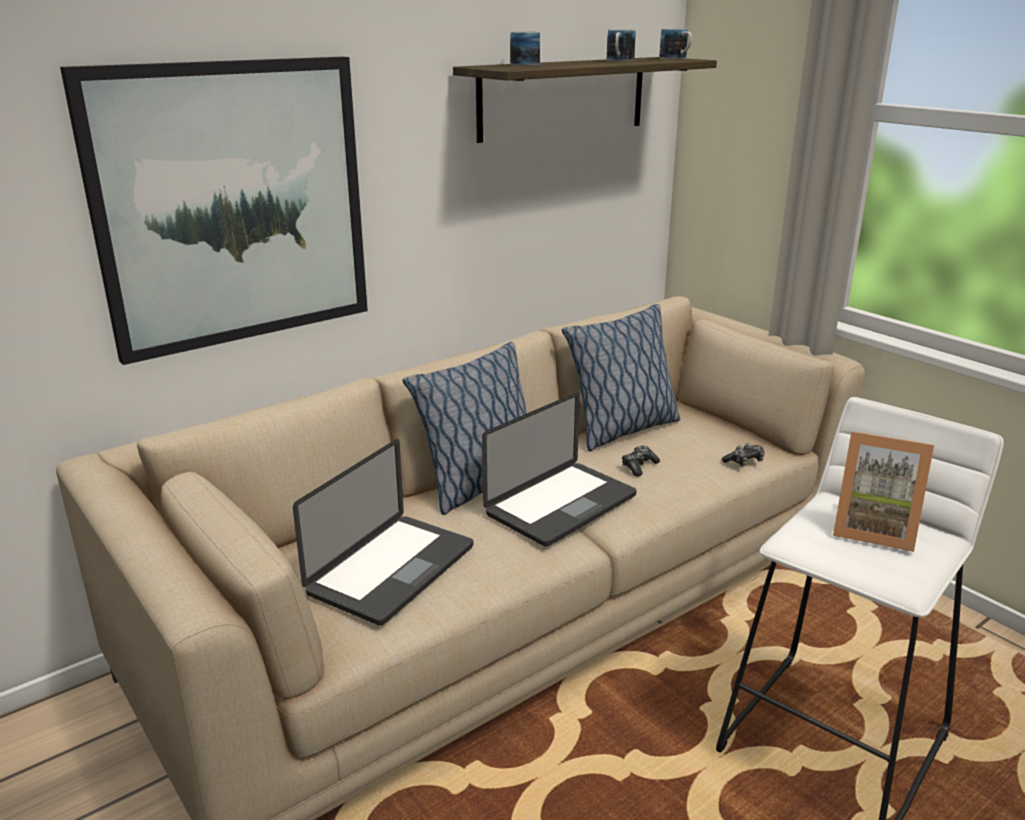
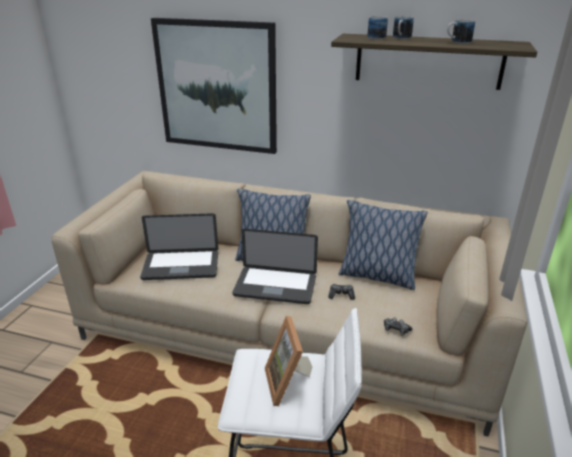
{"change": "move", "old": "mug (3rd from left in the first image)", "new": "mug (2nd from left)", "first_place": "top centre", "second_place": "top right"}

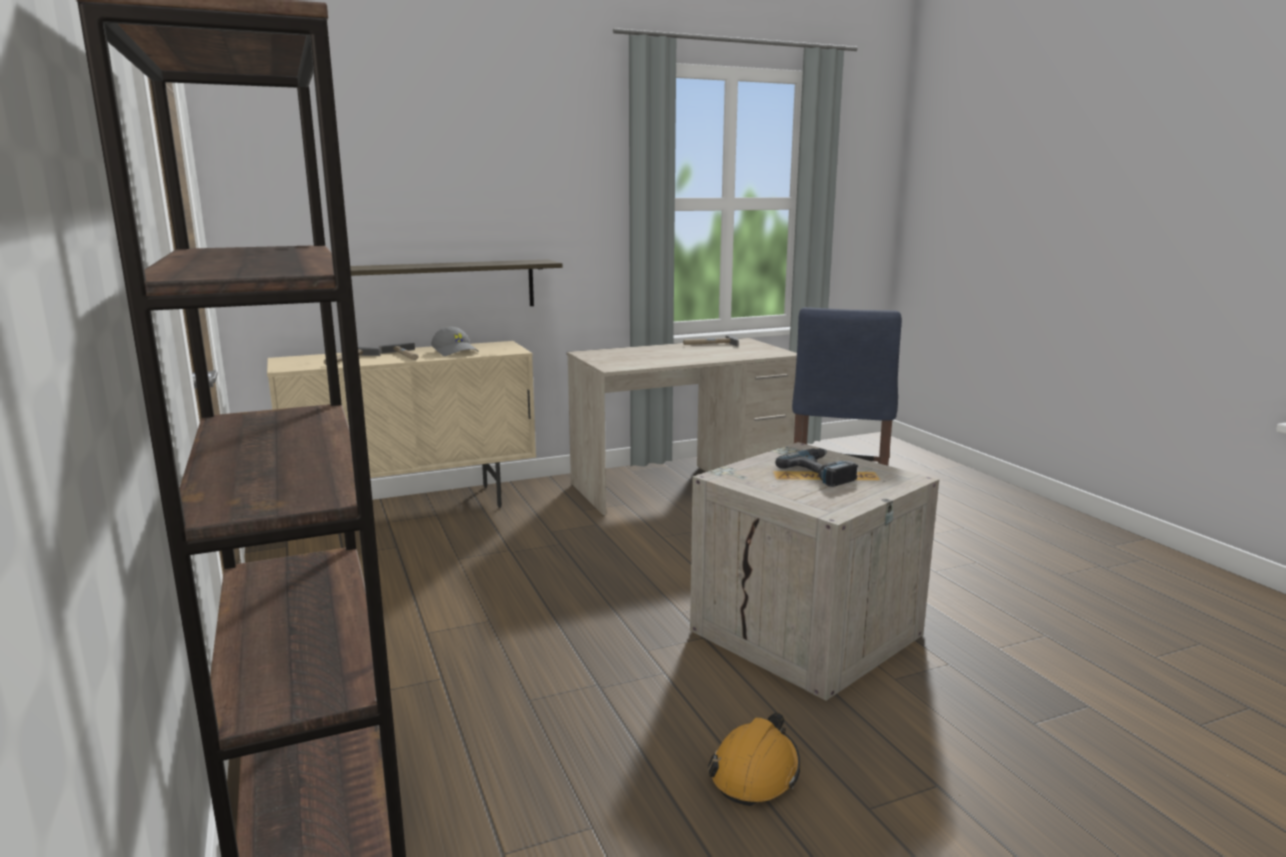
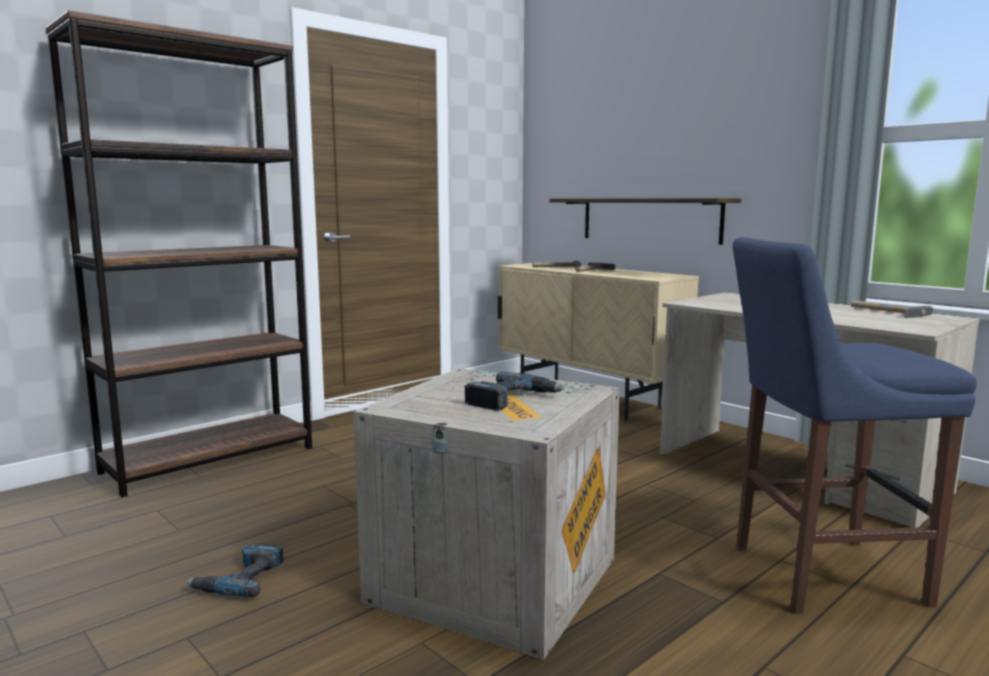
{"change": "delete", "old": "cap/grey", "first_place": "centre"}
{"change": "replace", "old": "hard hat/orange", "new": "power drill (1st from left)", "first_place": "bottom centre", "second_place": "bottom left"}

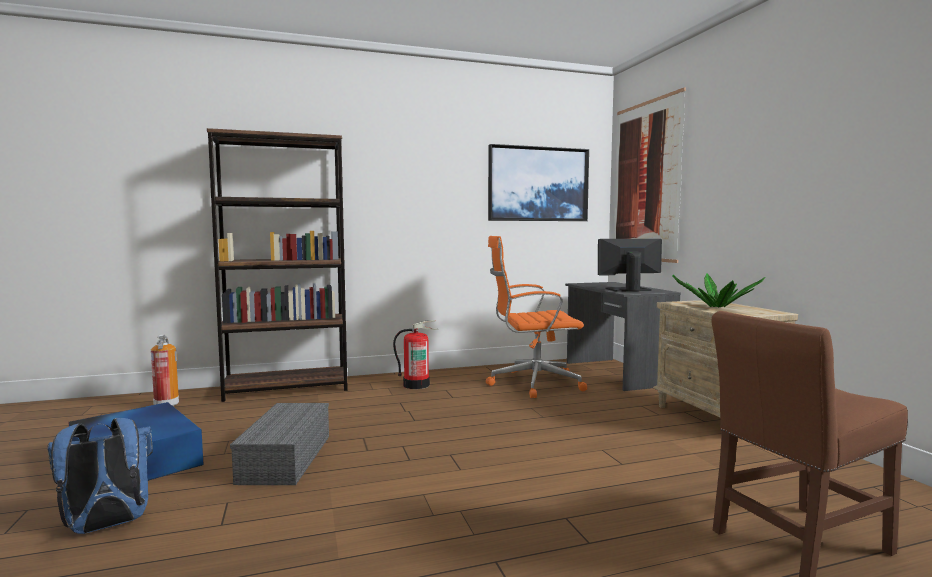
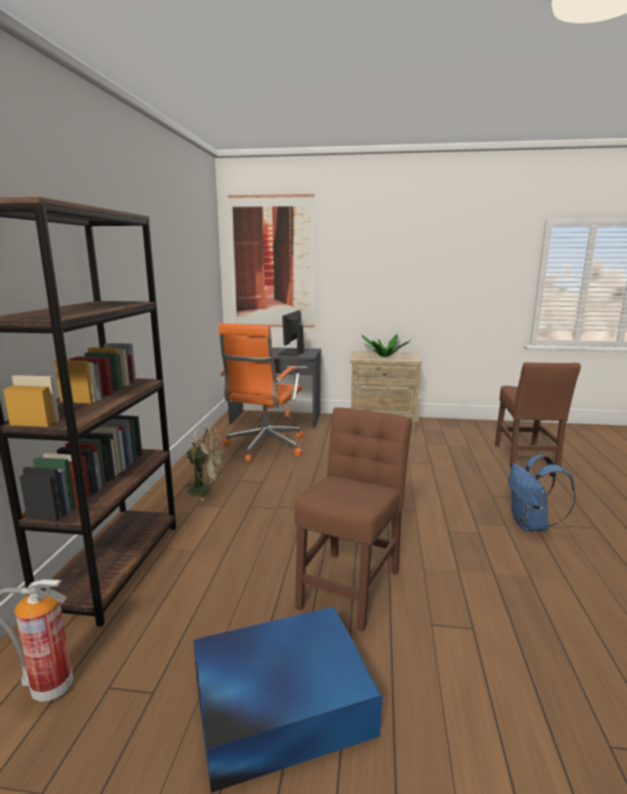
{"change": "move", "old": "backpack/blue", "first_place": "bottom left", "second_place": "middle right"}
{"change": "replace", "old": "storage box/grey", "new": "chair/brown (1st from left)", "first_place": "bottom left", "second_place": "centre"}
{"change": "replace", "old": "fire extinguisher (2nd from left)", "new": "fan/green", "first_place": "centre", "second_place": "middle left"}
{"change": "delete", "old": "picture (1st from left)", "first_place": "top centre"}

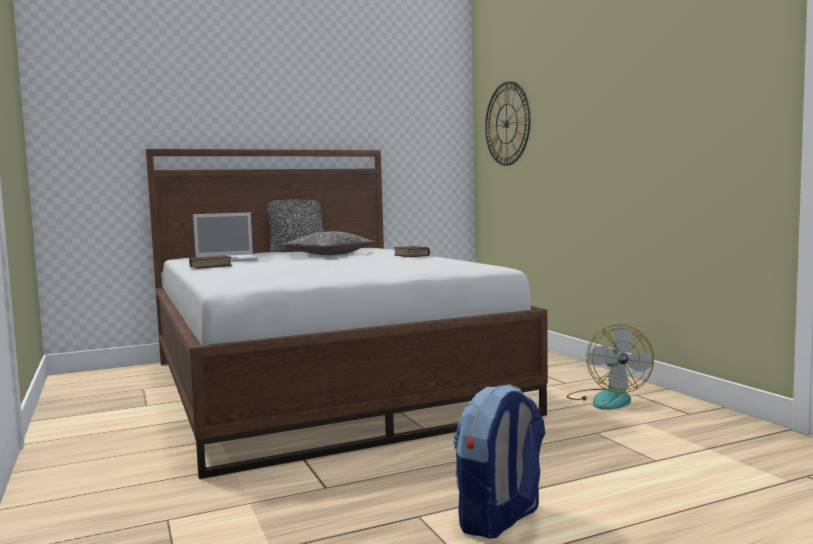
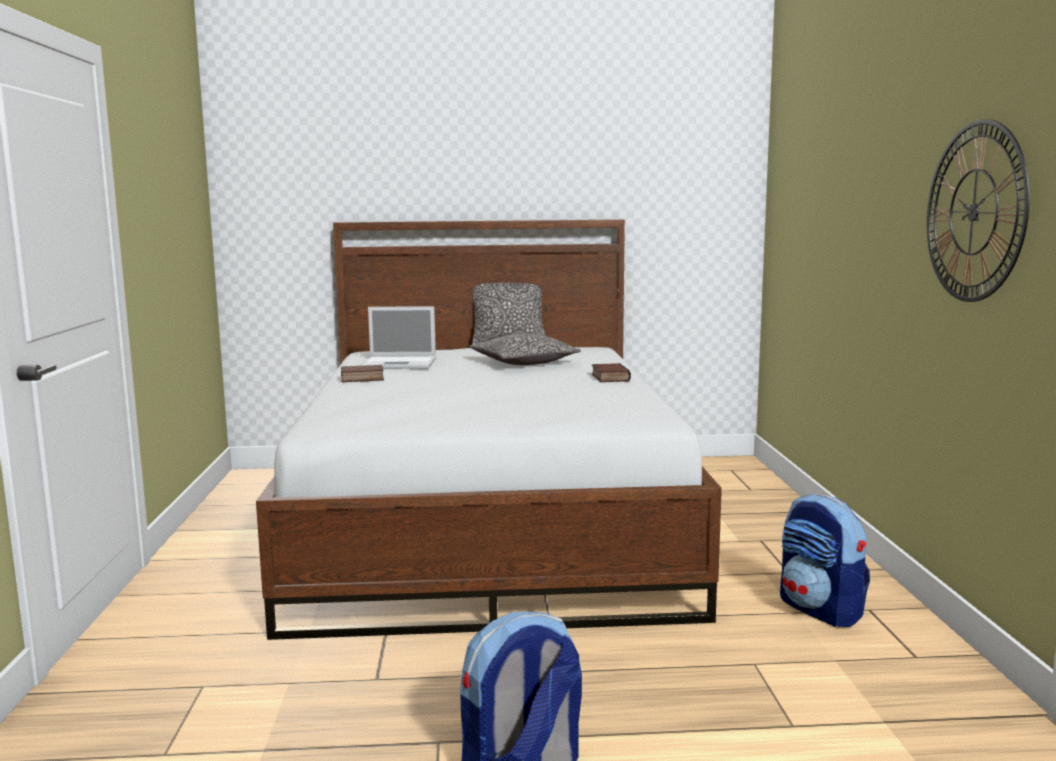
{"change": "move", "old": "wall clock", "first_place": "top centre", "second_place": "top right"}
{"change": "replace", "old": "fan", "new": "backpack (2nd from left)", "first_place": "bottom right", "second_place": "bottom right"}

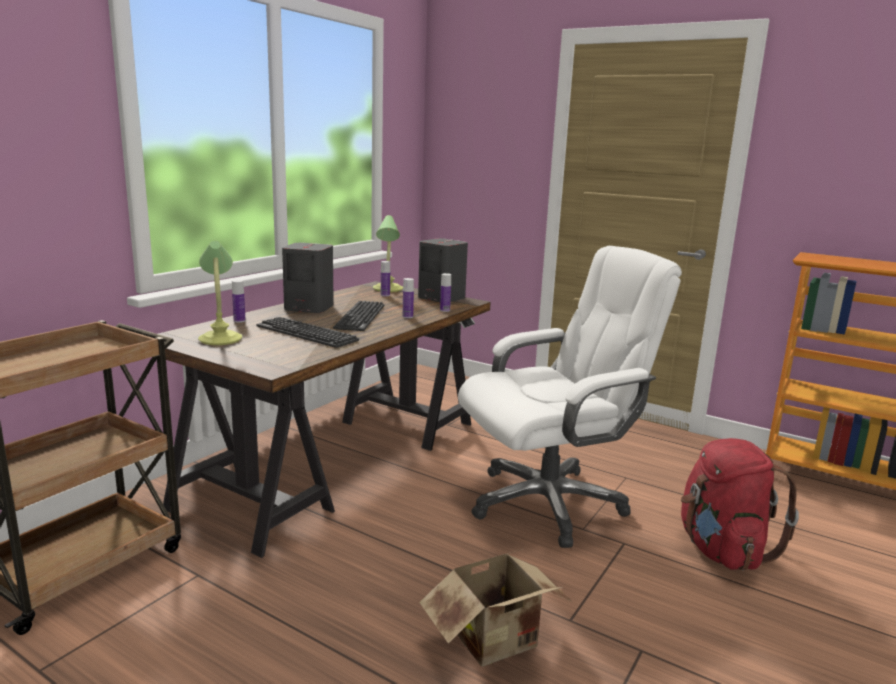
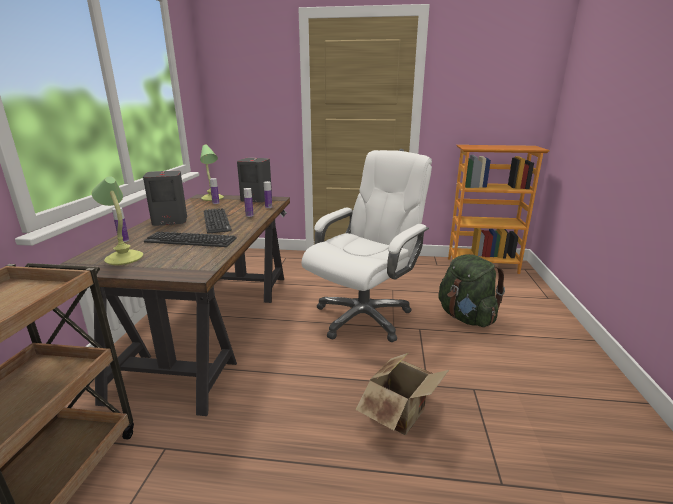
{"change": "recolor", "old": "backpack/red", "new": "backpack/green", "first_place": "bottom right", "second_place": "middle right"}

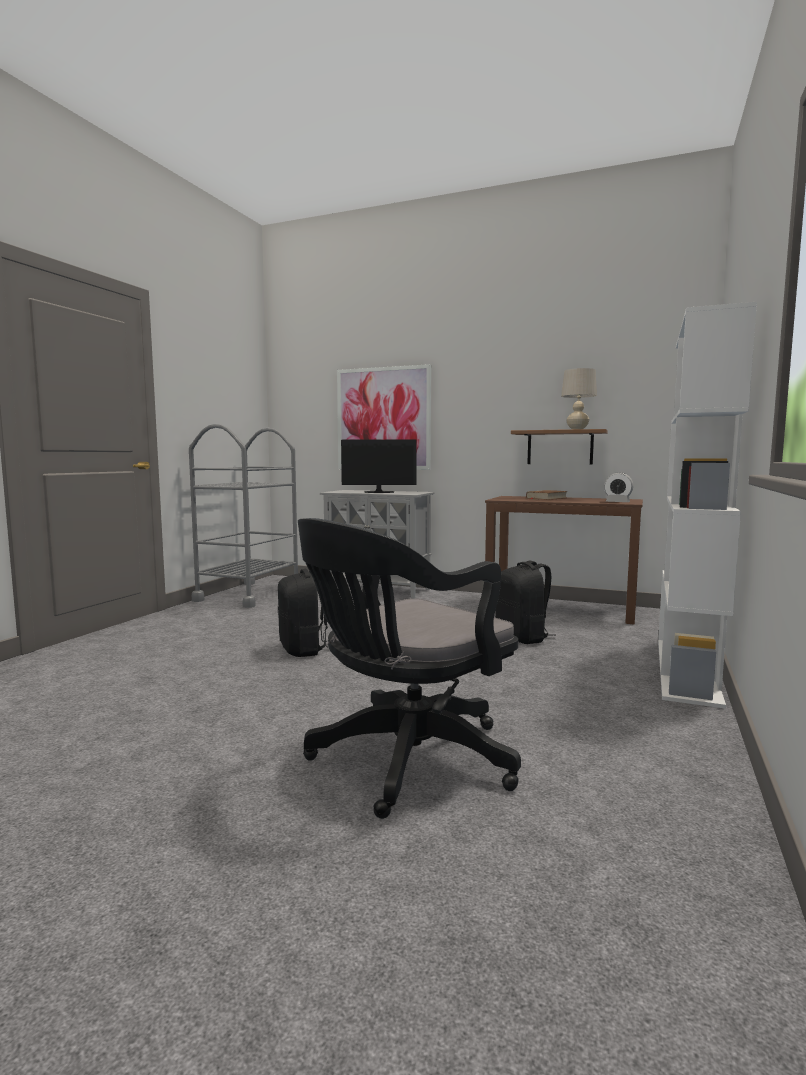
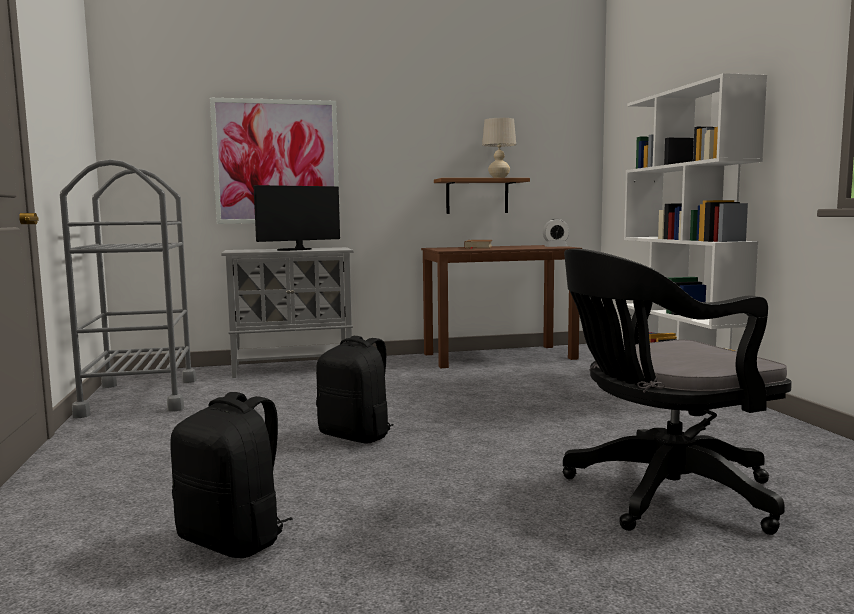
{"change": "rotate", "old": "office chair/black", "first_place": "centre", "second_place": "middle right", "degrees": 60}
{"change": "move", "old": "backpack/black (2nd from left in the first image)", "new": "backpack/black (1st from left)", "first_place": "centre", "second_place": "bottom left"}

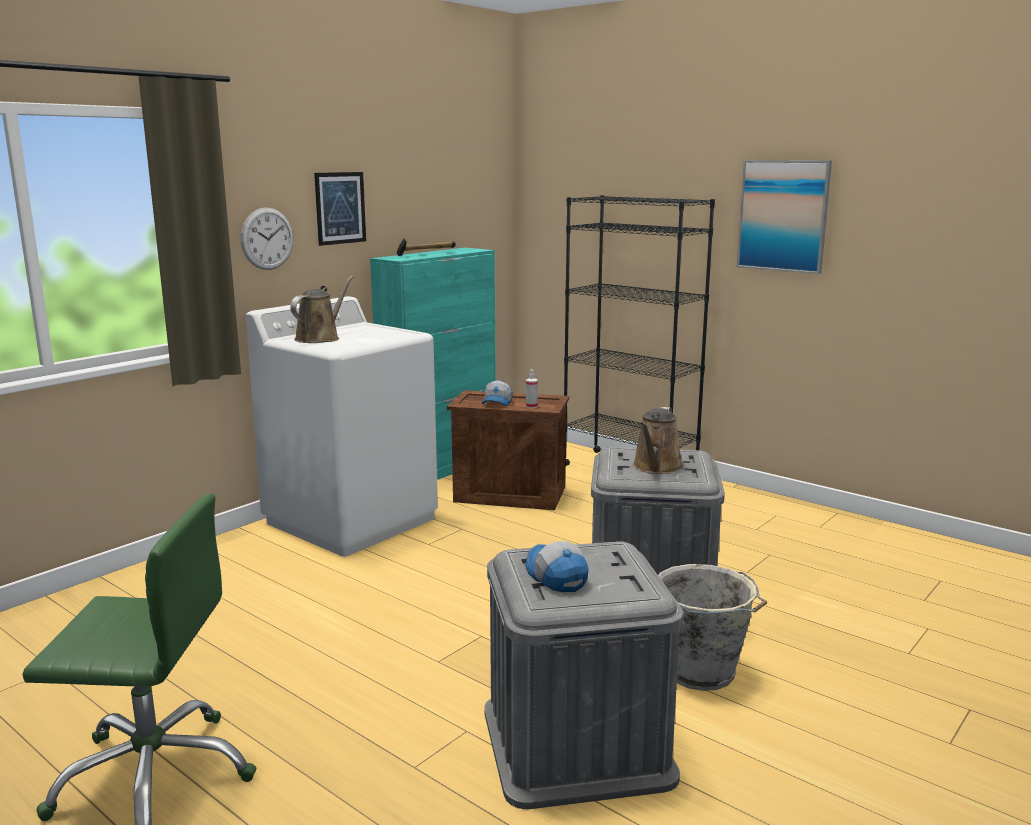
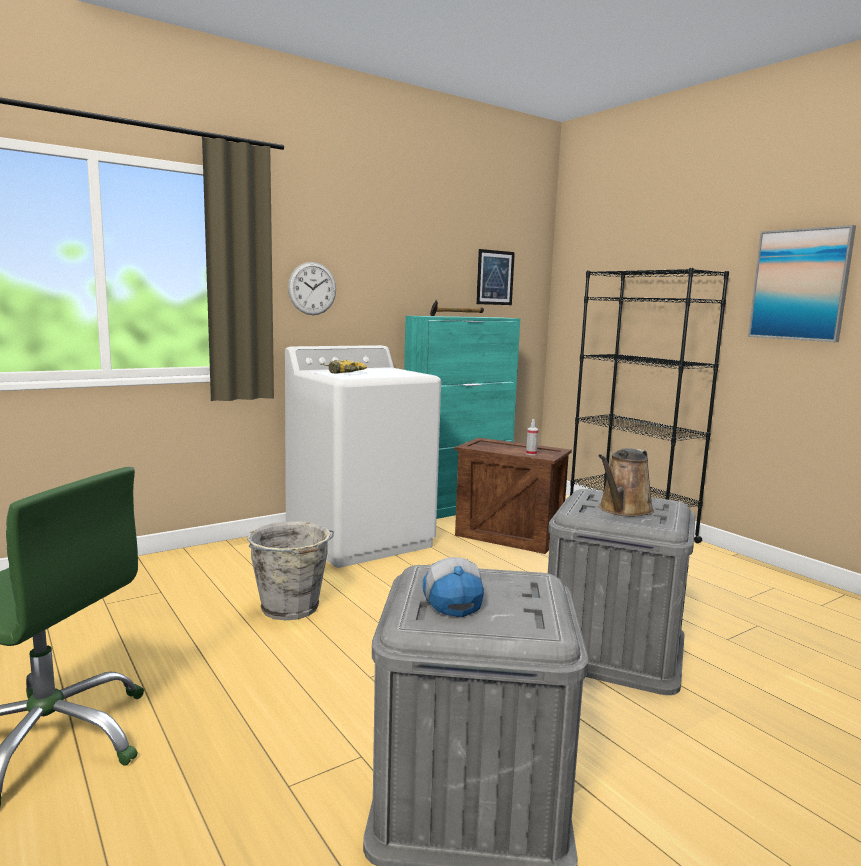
{"change": "replace", "old": "watering can/brown (1st from left)", "new": "power drill", "first_place": "middle left", "second_place": "centre"}
{"change": "move", "old": "picture (1st from left)", "first_place": "top left", "second_place": "top centre"}
{"change": "delete", "old": "cap (1st from left)", "first_place": "centre"}
{"change": "move", "old": "bucket/grey", "first_place": "bottom right", "second_place": "centre"}

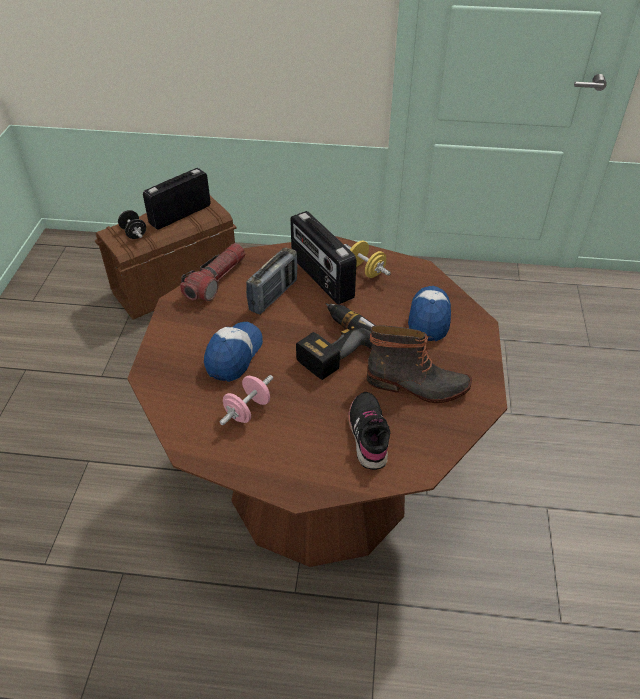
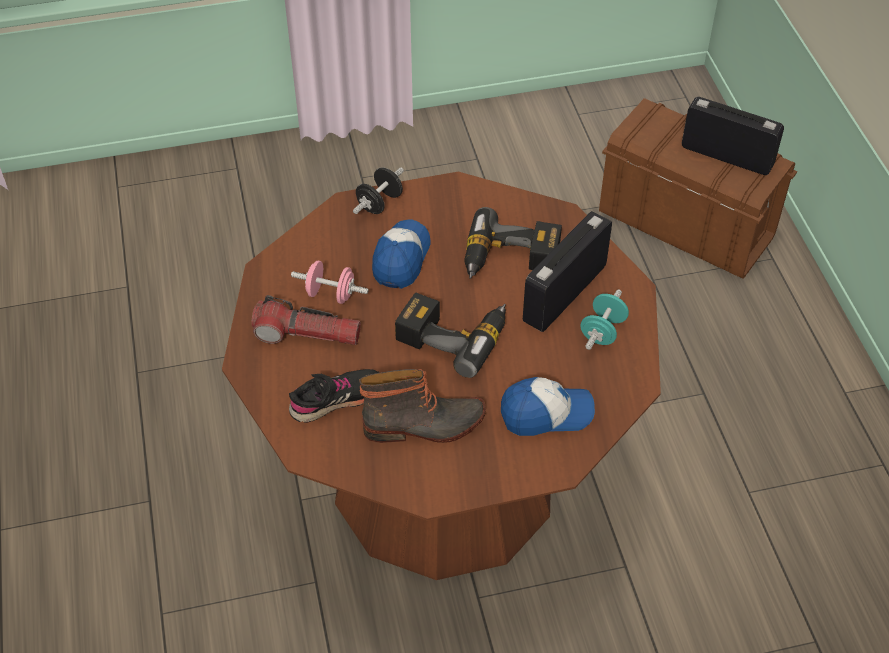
{"change": "move", "old": "dumbbell/black", "first_place": "top left", "second_place": "top centre"}
{"change": "move", "old": "flashlight", "first_place": "middle left", "second_place": "centre"}
{"change": "rotate", "old": "cap (1st from left)", "first_place": "centre", "second_place": "centre", "degrees": -75}
{"change": "replace", "old": "radio (2nd from left)", "new": "power drill (2nd from left)", "first_place": "centre", "second_place": "centre"}
{"change": "recolor", "old": "dumbbell/yellow", "new": "dumbbell/turquoise", "first_place": "centre", "second_place": "middle right"}
{"change": "rotate", "old": "boot", "first_place": "centre", "second_place": "centre", "degrees": -90}

